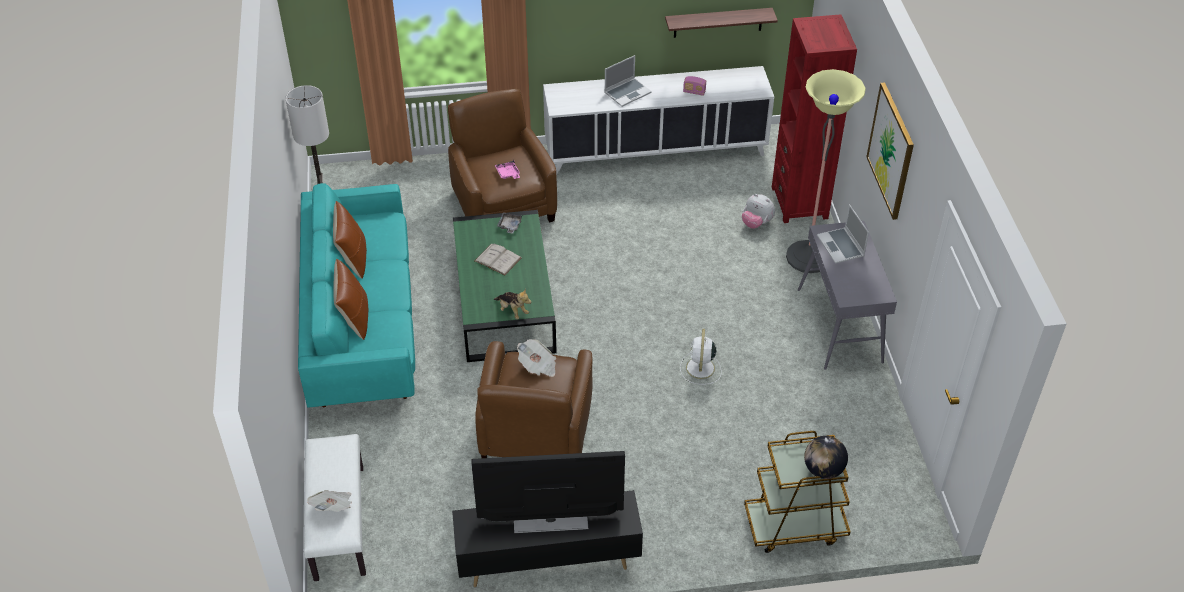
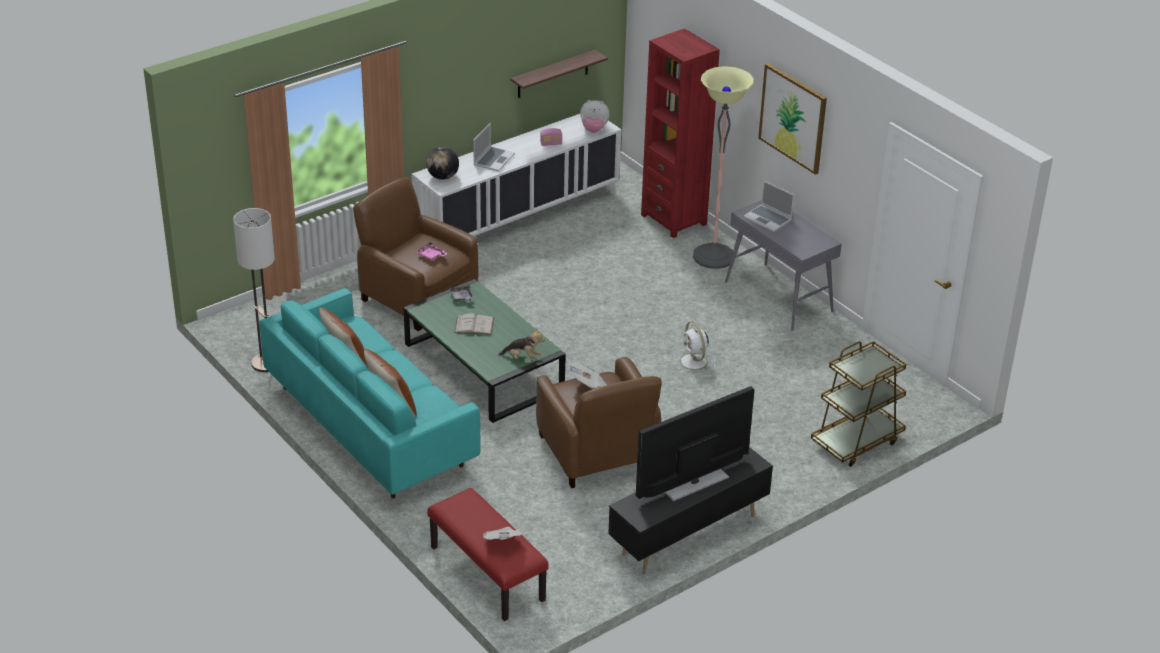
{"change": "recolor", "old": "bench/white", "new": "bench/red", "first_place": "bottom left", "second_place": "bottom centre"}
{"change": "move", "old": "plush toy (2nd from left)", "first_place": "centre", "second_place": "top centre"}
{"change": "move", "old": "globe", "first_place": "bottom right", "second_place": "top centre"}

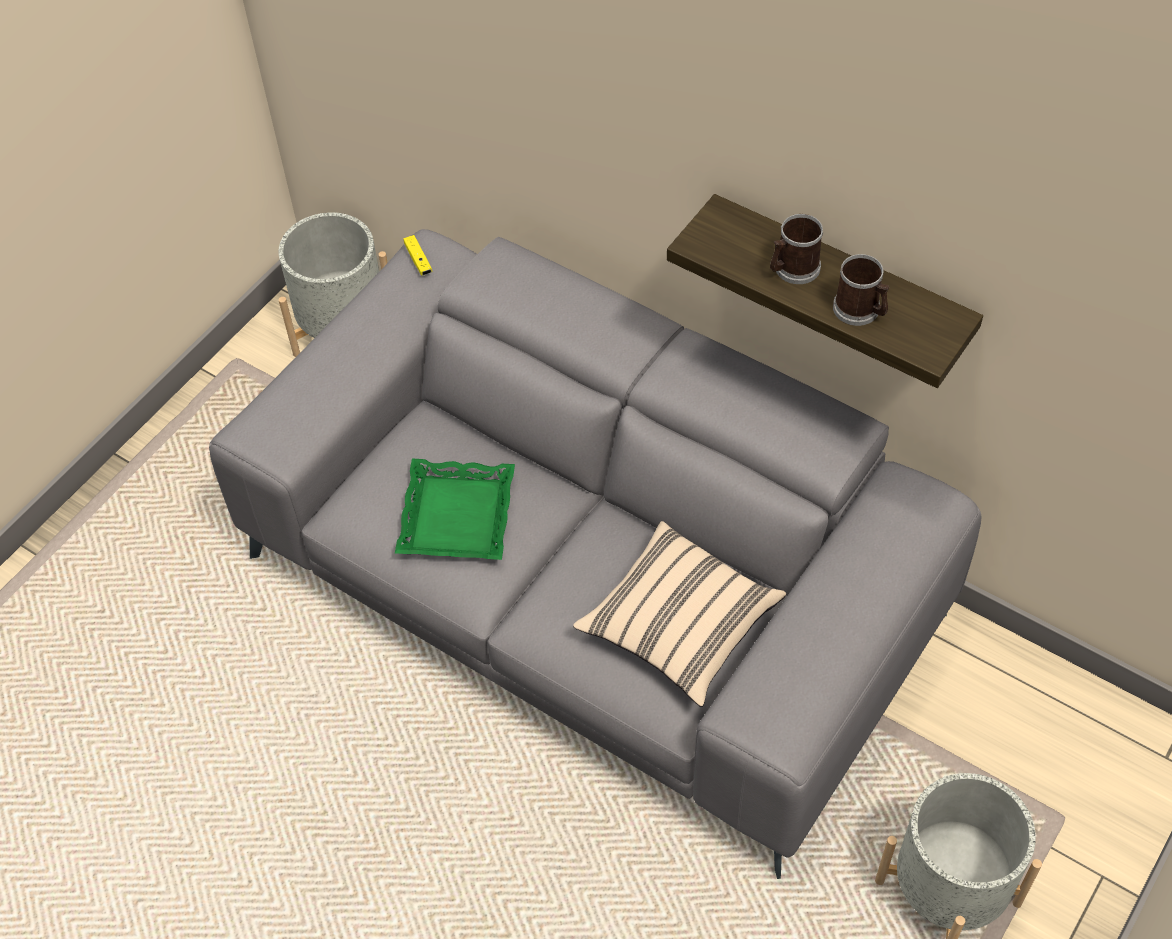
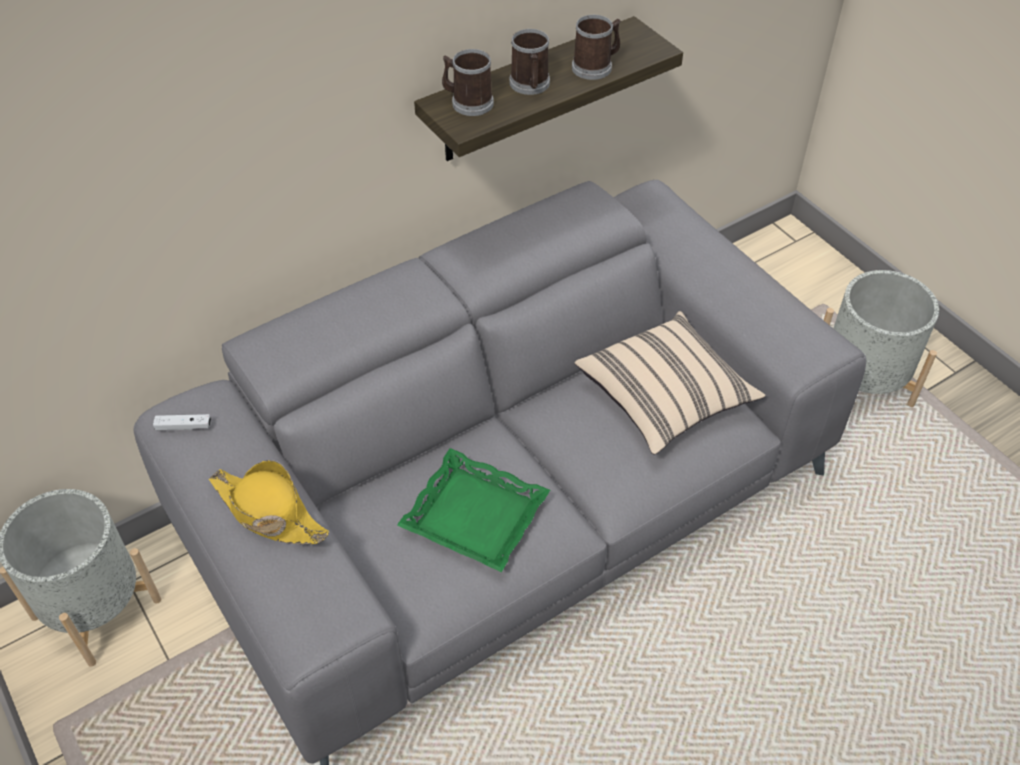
{"change": "recolor", "old": "game controller/yellow", "new": "game controller/white", "first_place": "top centre", "second_place": "middle left"}
{"change": "insert", "new": "hat/yellow", "second_place": "middle left"}
{"change": "insert", "new": "mug (1st from left)", "second_place": "top centre"}

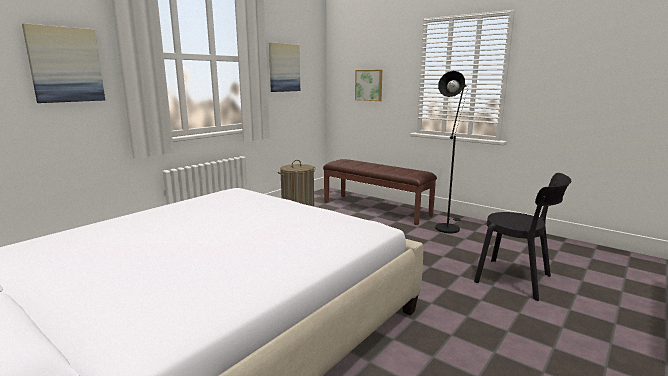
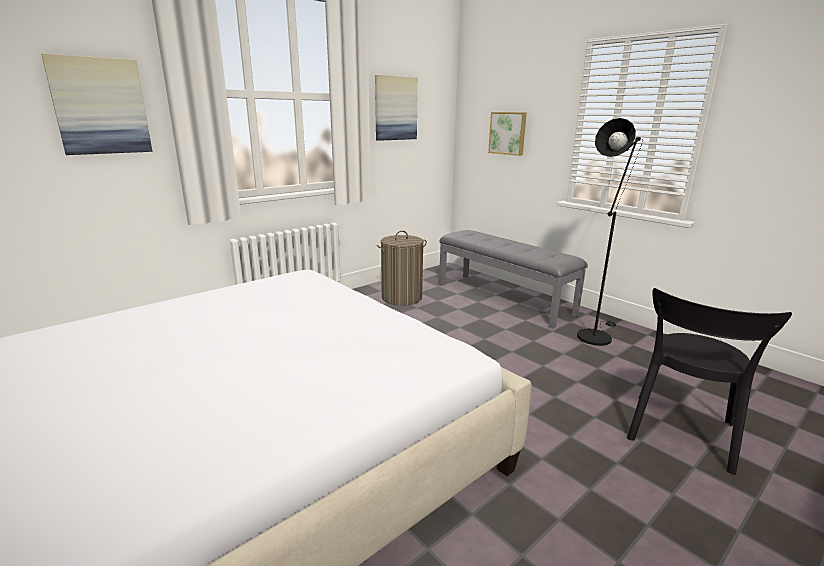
{"change": "recolor", "old": "bench/brown", "new": "bench/grey", "first_place": "centre", "second_place": "centre"}
{"change": "rotate", "old": "chair/black", "first_place": "middle right", "second_place": "bottom right", "degrees": 75}

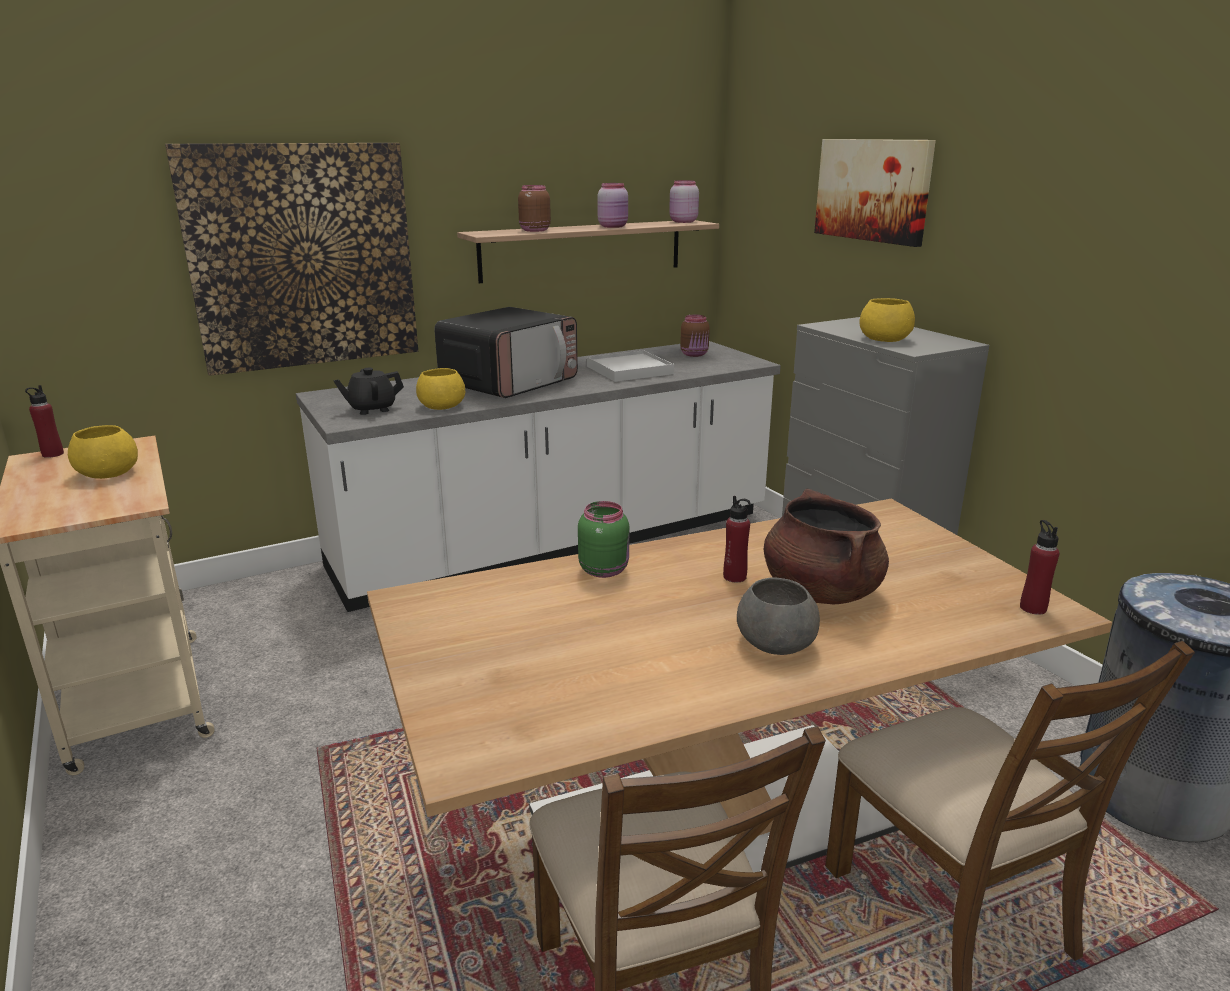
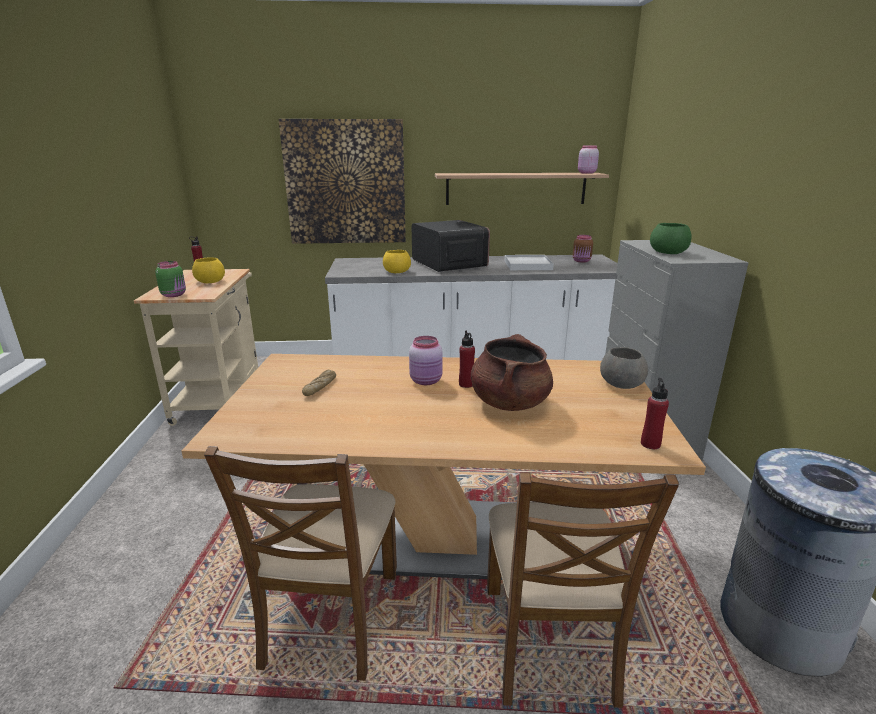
{"change": "delete", "old": "teapot/black", "first_place": "middle left"}
{"change": "rotate", "old": "microwave", "first_place": "centre", "second_place": "centre", "degrees": -90}
{"change": "delete", "old": "jar/brown (1st from left)", "first_place": "top centre"}
{"change": "move", "old": "jar/green", "first_place": "centre", "second_place": "middle left"}
{"change": "move", "old": "jar/pink (1st from left)", "first_place": "top centre", "second_place": "centre"}
{"change": "move", "old": "bowl/grey", "first_place": "centre", "second_place": "middle right"}
{"change": "delete", "old": "picture (2nd from left)", "first_place": "top right"}
{"change": "recolor", "old": "bowl/yellow (3rd from left)", "new": "bowl/green", "first_place": "top right", "second_place": "middle right"}
{"change": "insert", "new": "bread", "second_place": "centre"}

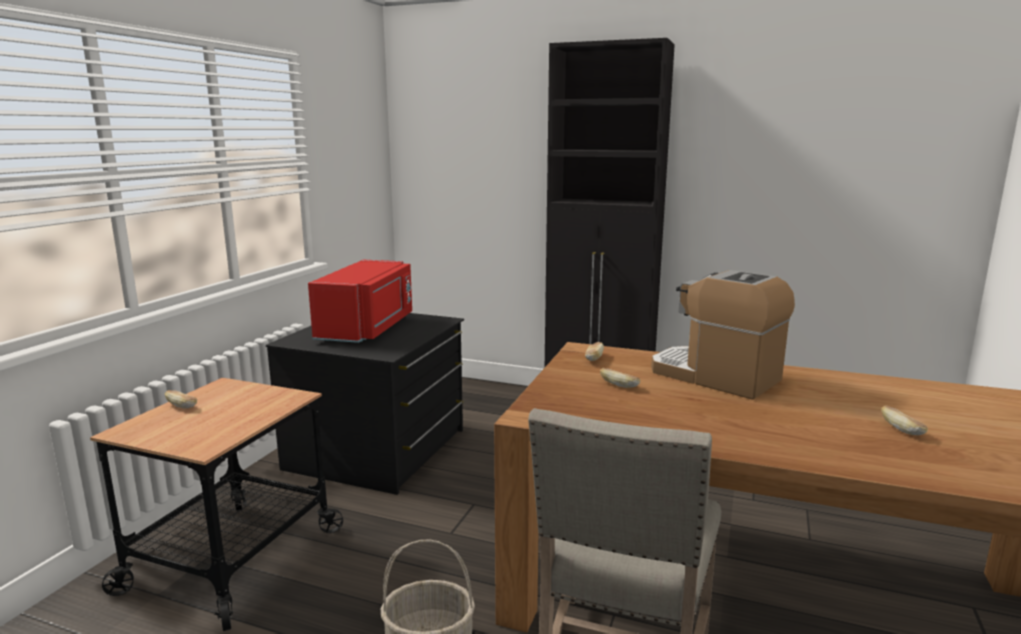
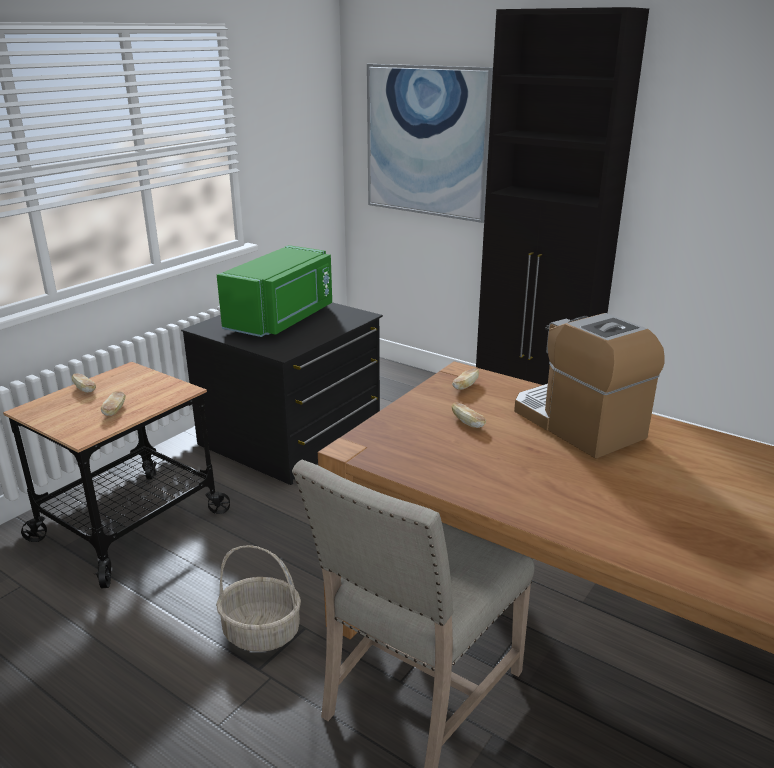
{"change": "recolor", "old": "microwave/red", "new": "microwave/green", "first_place": "centre", "second_place": "centre"}
{"change": "move", "old": "bread (4th from left in the first image)", "new": "bread (2nd from left)", "first_place": "middle right", "second_place": "middle left"}
{"change": "insert", "new": "picture", "second_place": "top centre"}

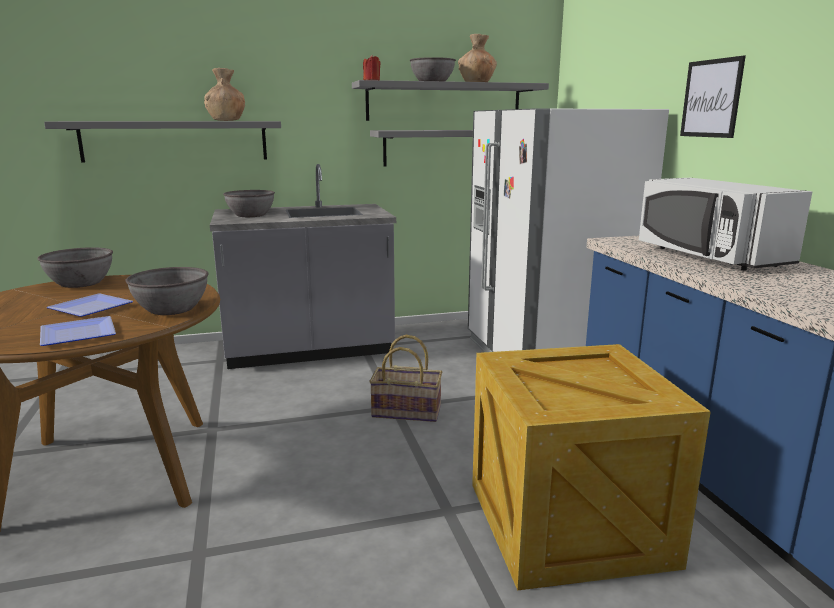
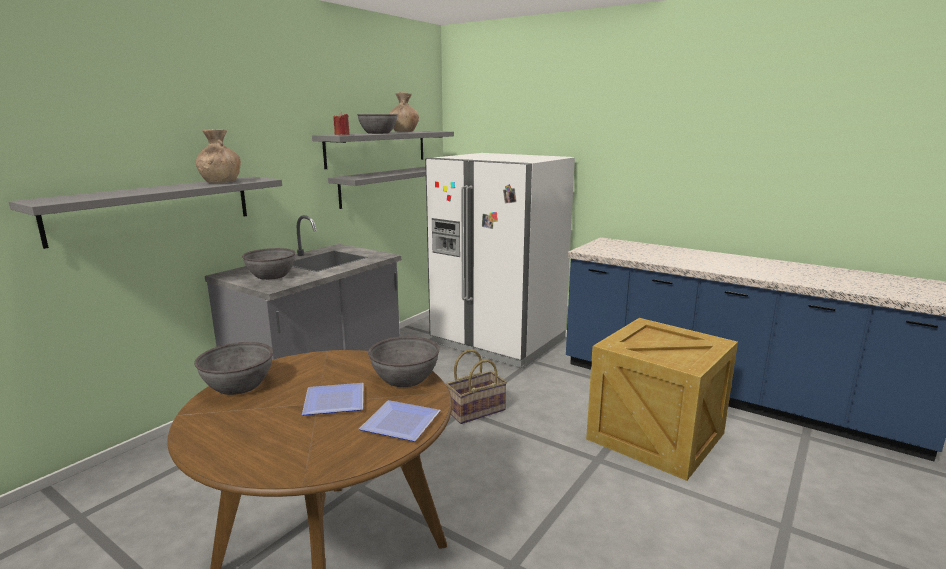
{"change": "delete", "old": "microwave/white", "first_place": "middle right"}
{"change": "delete", "old": "picture", "first_place": "top right"}

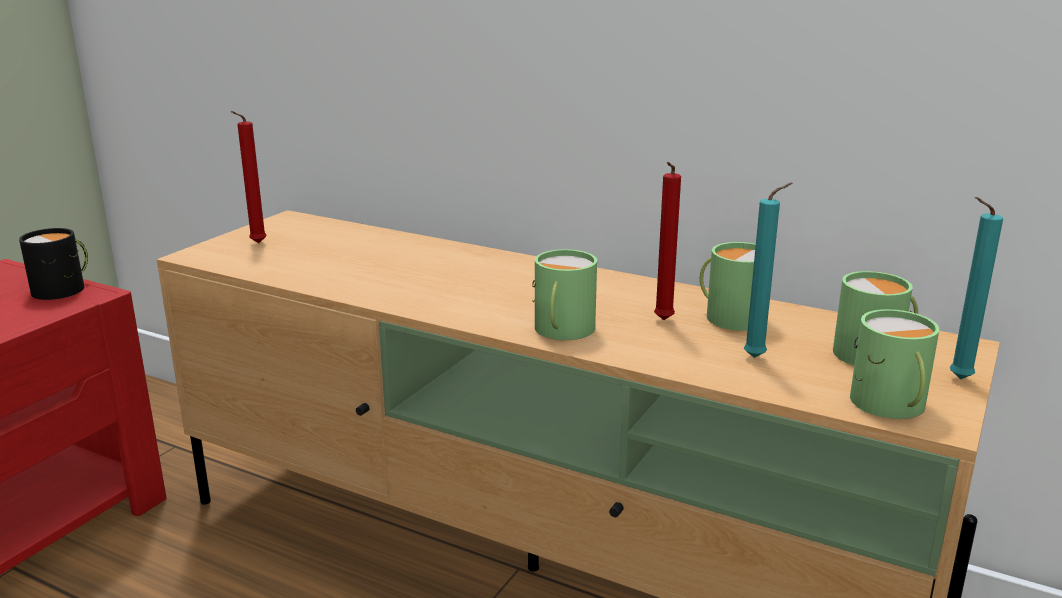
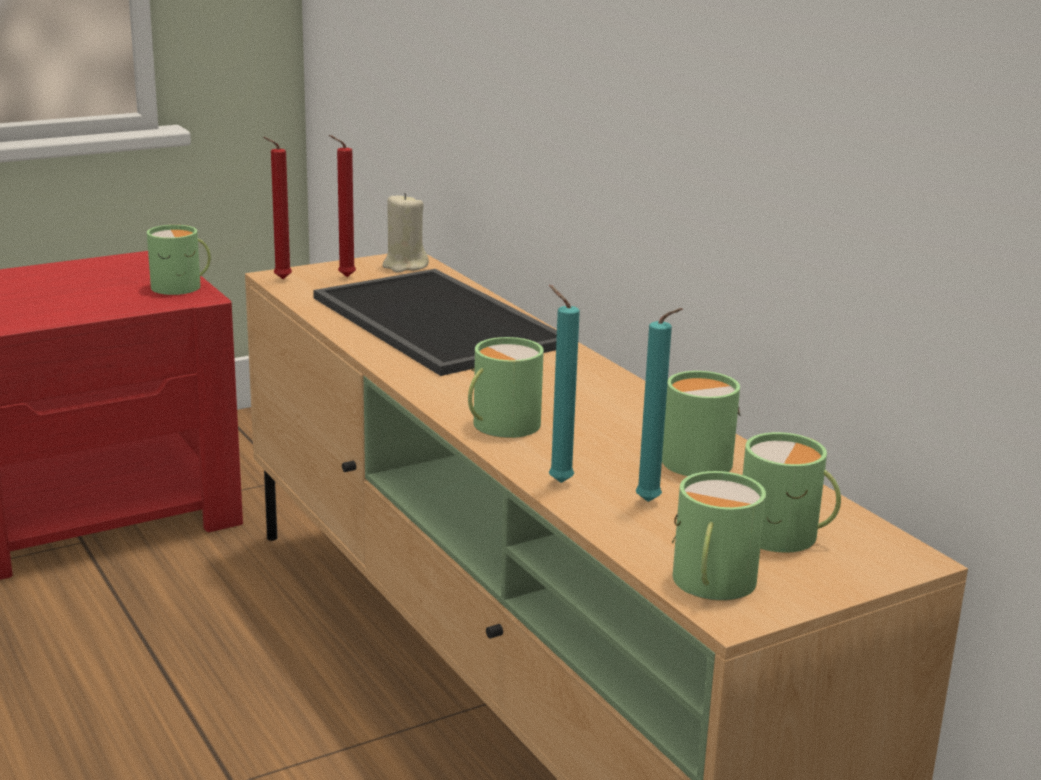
{"change": "recolor", "old": "mug/black", "new": "mug/green (1st from left)", "first_place": "middle left", "second_place": "middle left"}
{"change": "move", "old": "candle/red (2nd from left in the first image)", "new": "candle/red (1st from left)", "first_place": "centre", "second_place": "top left"}
{"change": "move", "old": "candle/turquoise (2nd from left in the first image)", "new": "candle/turquoise (1st from left)", "first_place": "middle right", "second_place": "centre"}
{"change": "insert", "new": "tray", "second_place": "centre"}
{"change": "insert", "new": "candle/beige", "second_place": "top centre"}

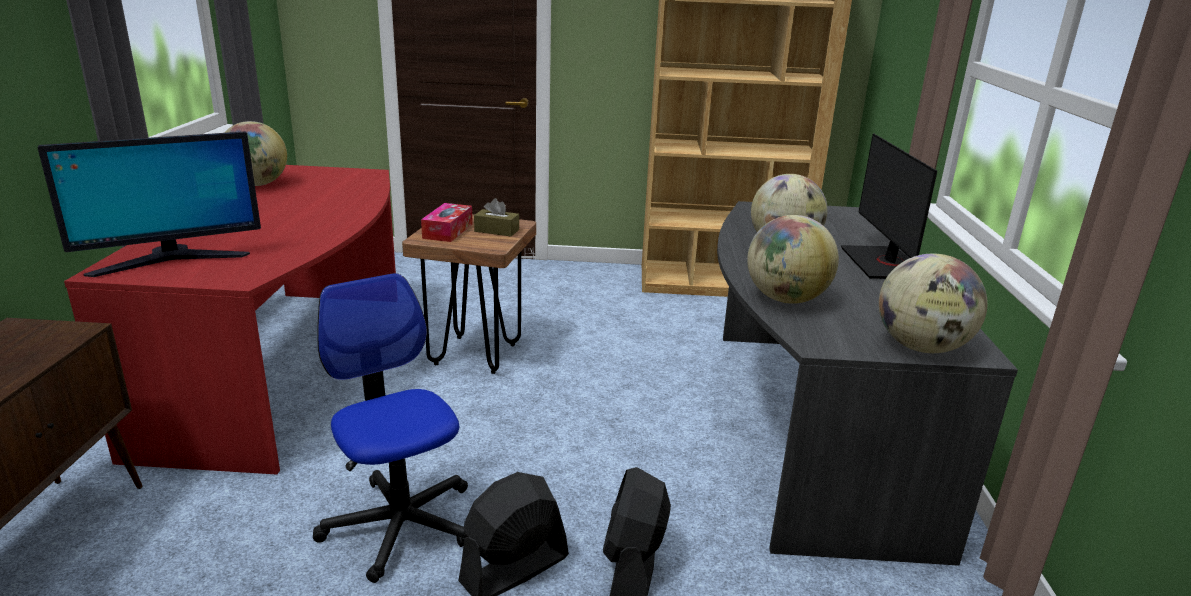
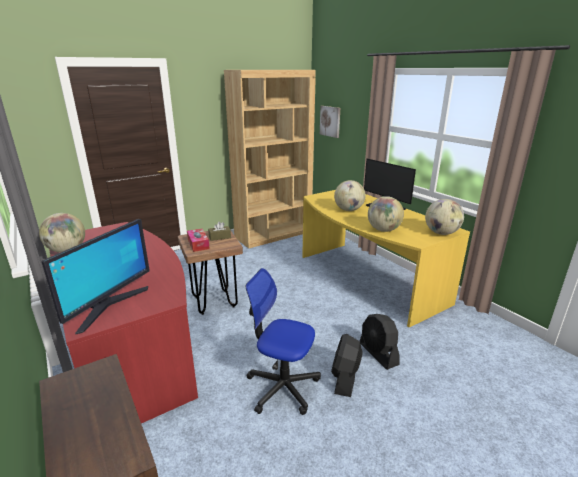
{"change": "recolor", "old": "desk/grey", "new": "desk/yellow", "first_place": "middle right", "second_place": "middle right"}
{"change": "insert", "new": "picture", "second_place": "top centre"}

